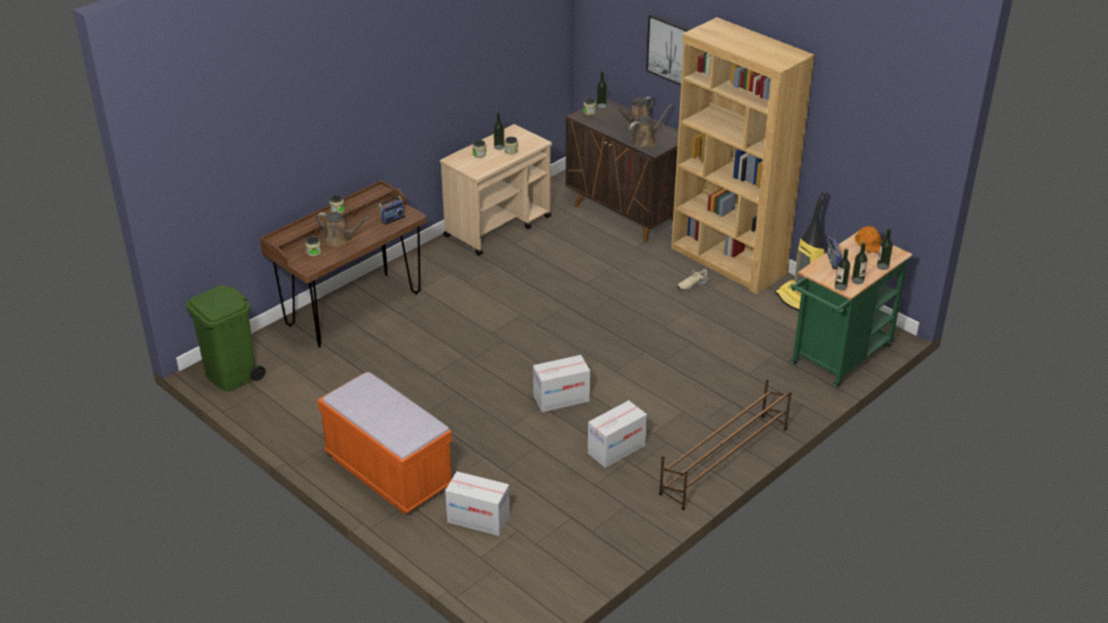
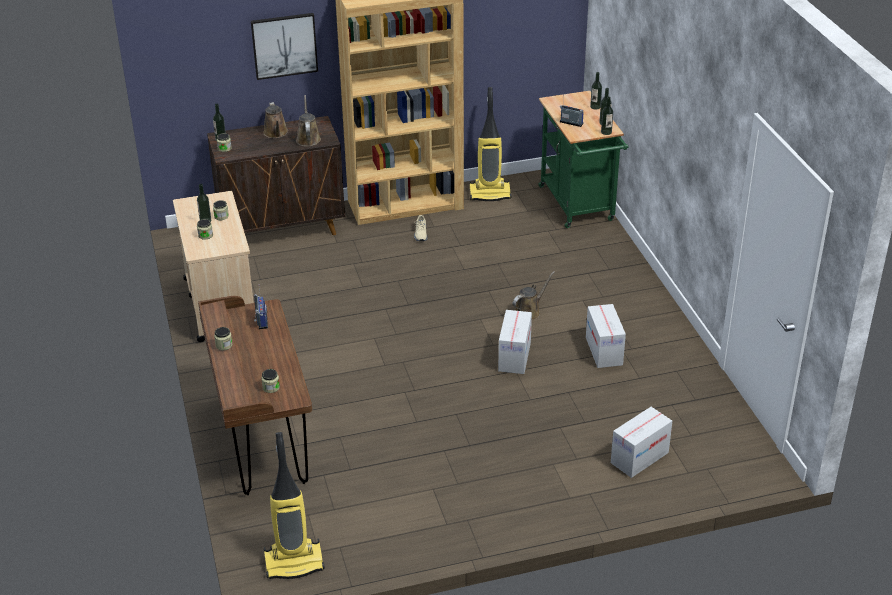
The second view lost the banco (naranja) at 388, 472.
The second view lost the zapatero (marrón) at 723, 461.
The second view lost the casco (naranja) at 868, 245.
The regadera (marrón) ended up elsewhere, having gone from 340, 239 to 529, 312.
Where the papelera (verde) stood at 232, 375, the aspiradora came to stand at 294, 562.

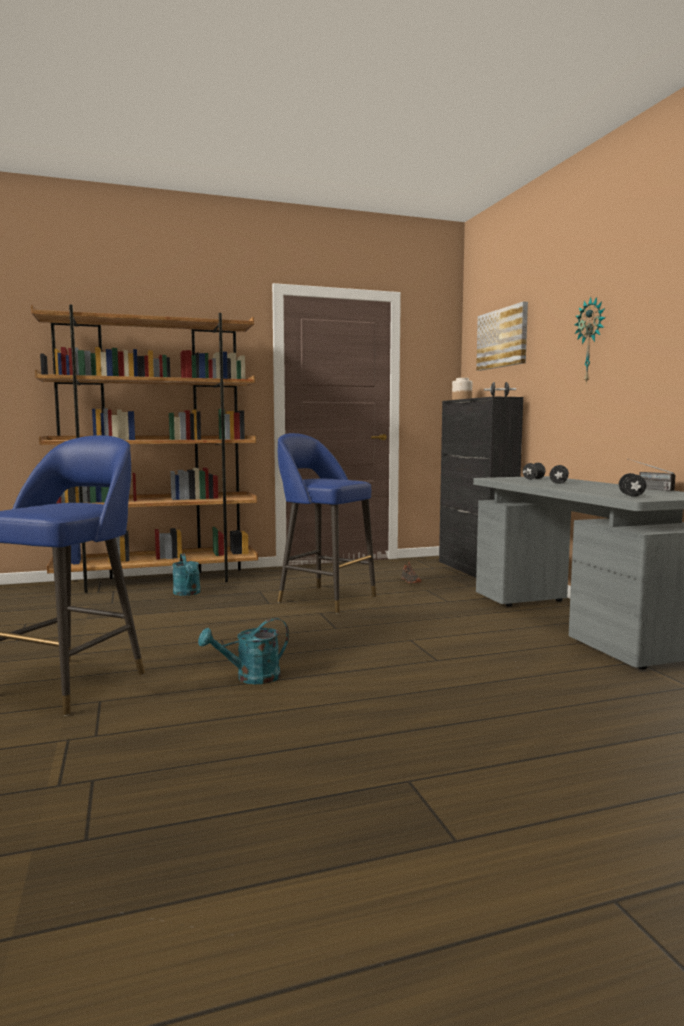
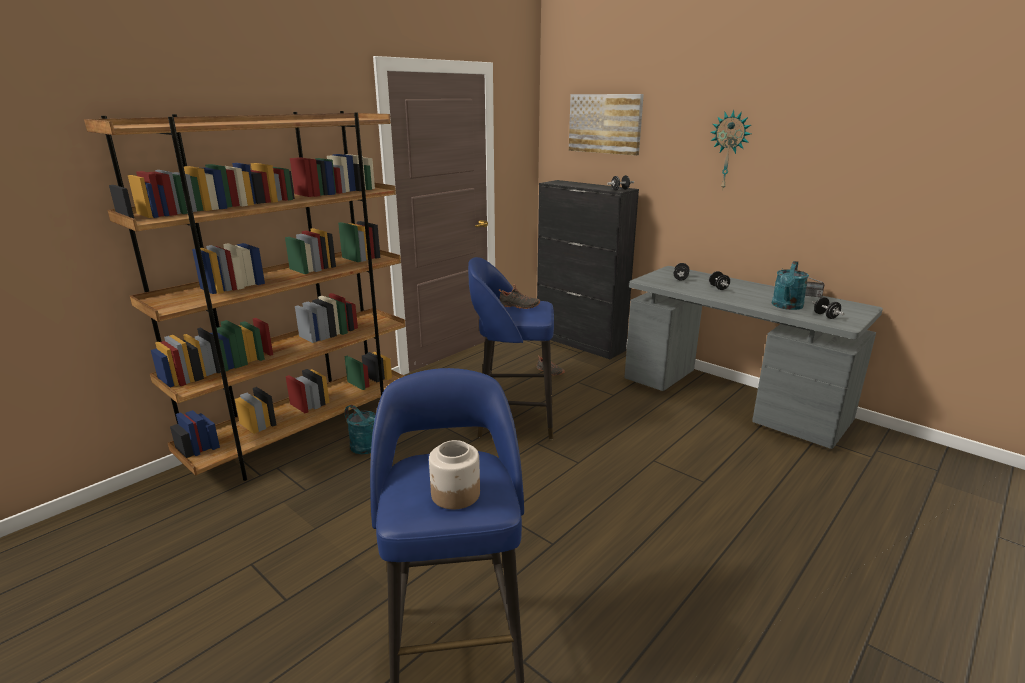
The second view gained the zapato (negro) at 518, 306.
The regadera (turquesa) ended up elsewhere, having gone from 250, 678 to 786, 306.
The tarro ended up elsewhere, having gone from 461, 400 to 455, 494.

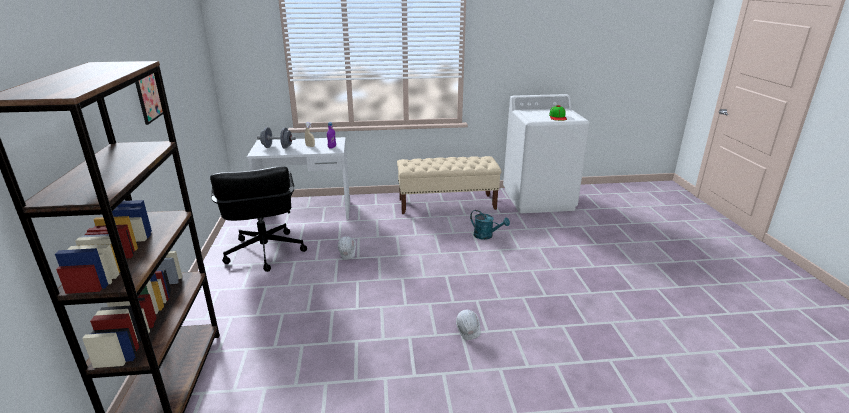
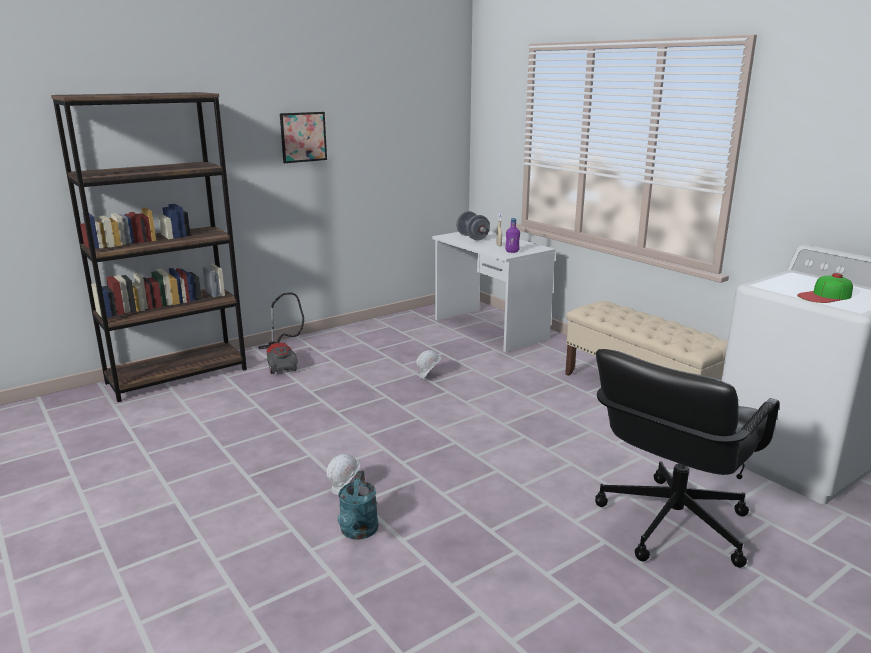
The second view gained the aspiradora at 282, 362.
The silla de oficina (negro) ended up elsewhere, having gone from 264, 252 to 671, 523.
The regadera (turquesa) ended up elsewhere, having gone from 486, 236 to 358, 532.

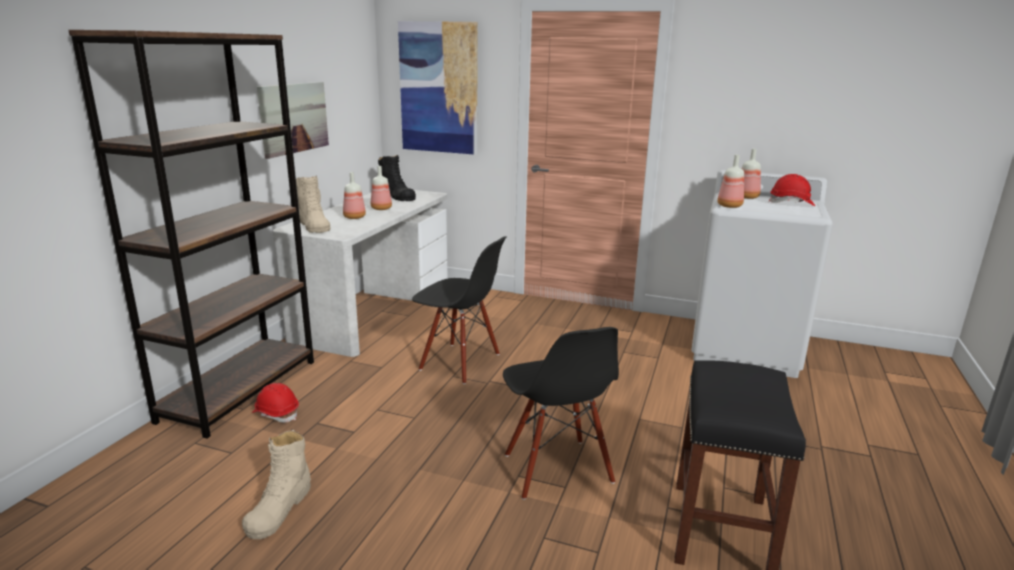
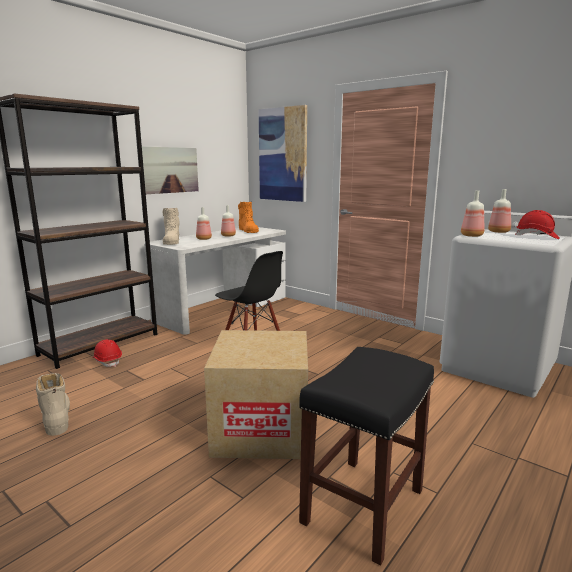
Where the silla (negro) stood at 556, 469, the caja de cartón came to stand at 261, 429.
What was the bota (negro) at 397, 197 turned into the bota (naranja) at 248, 230.
The bota (beis) at 279, 508 ended up facing another way, 120 degrees clockwise from before.

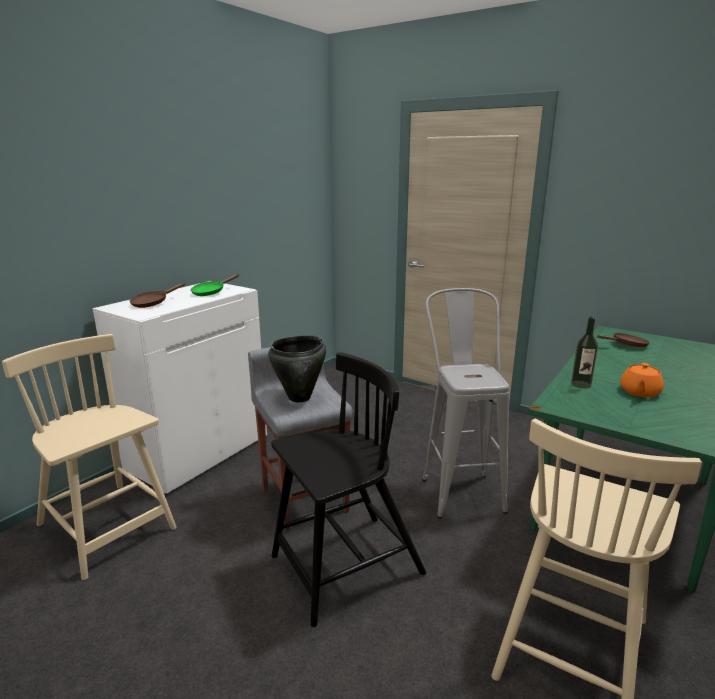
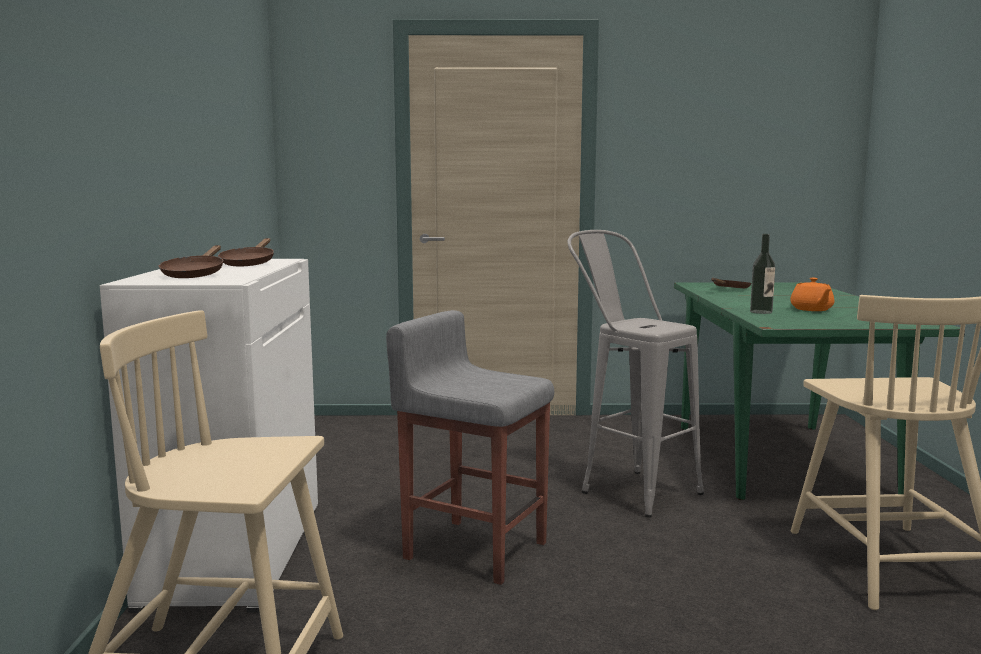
The second view lost the olla (negro) at 300, 398.
The second view lost the silla (negro) at 344, 566.
What was the sartén (verde) at 211, 292 turned into the sartén (marrón) at 249, 263.

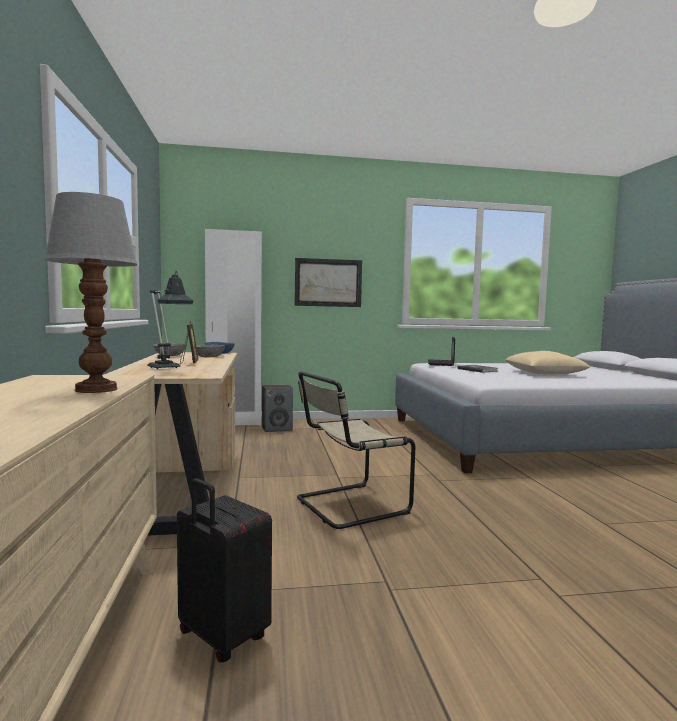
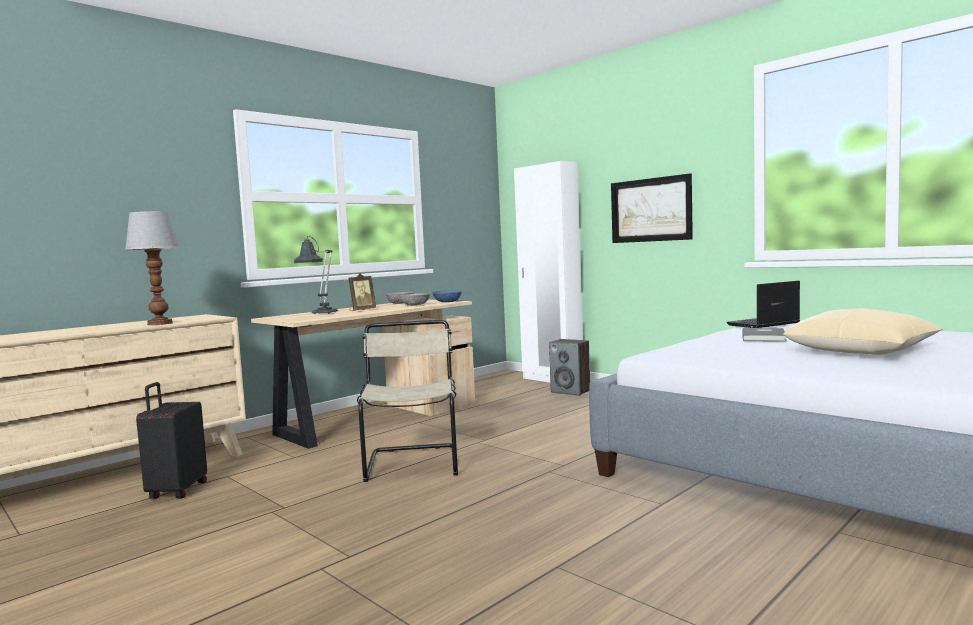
The silla (beis) at 348, 506 ended up facing another way, 60 degrees clockwise from before.

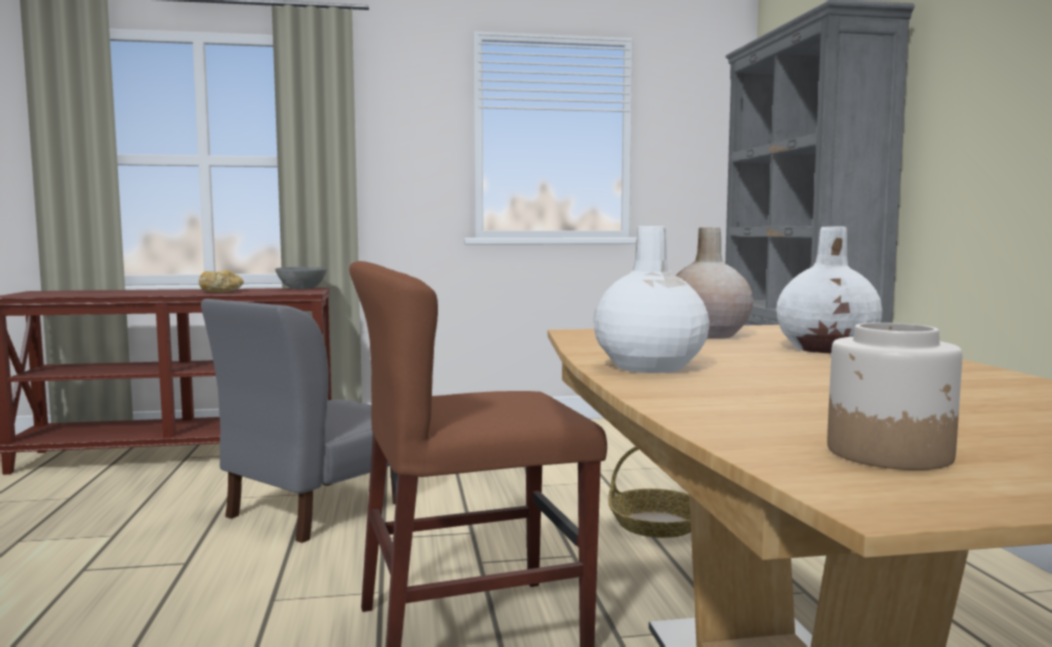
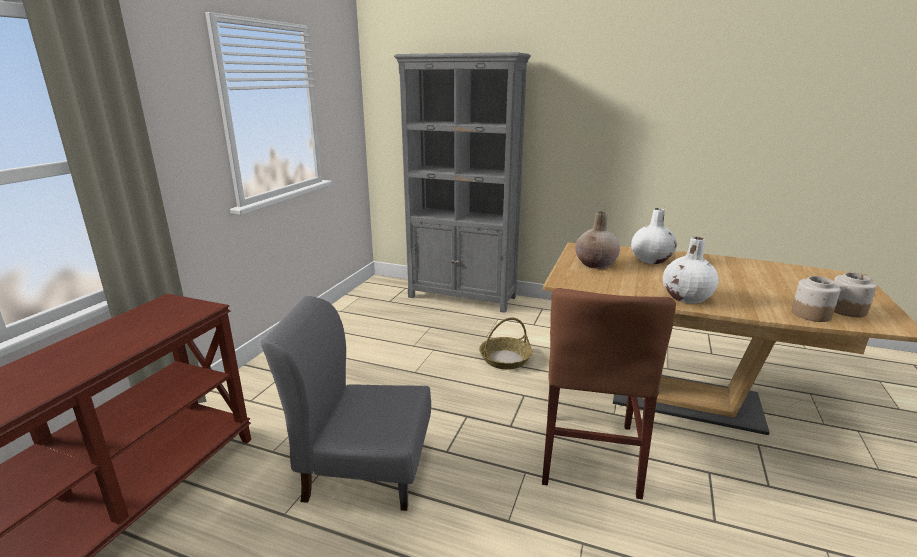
The second view lost the pan at 221, 292.
The second view lost the cuenco (gris) at 301, 288.
The second view gained the tarro at 810, 314.
The silla (gris) at 314, 510 ended up facing another way, 120 degrees clockwise from before.

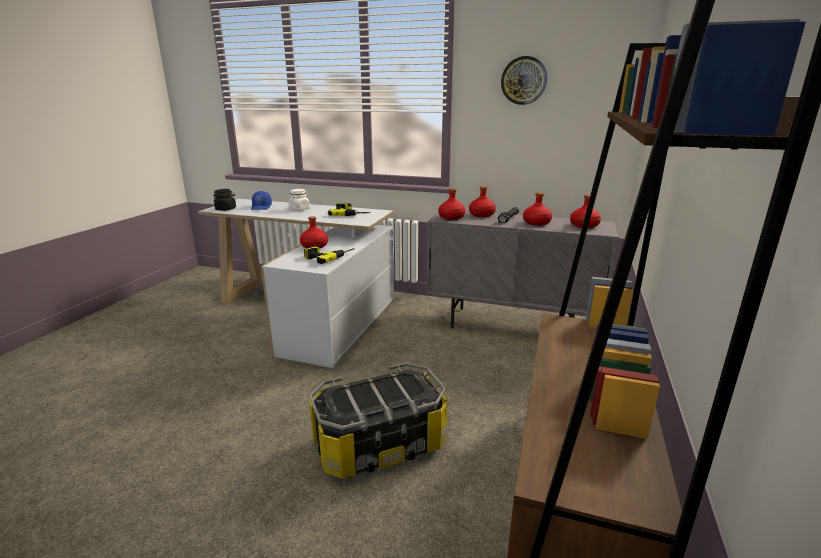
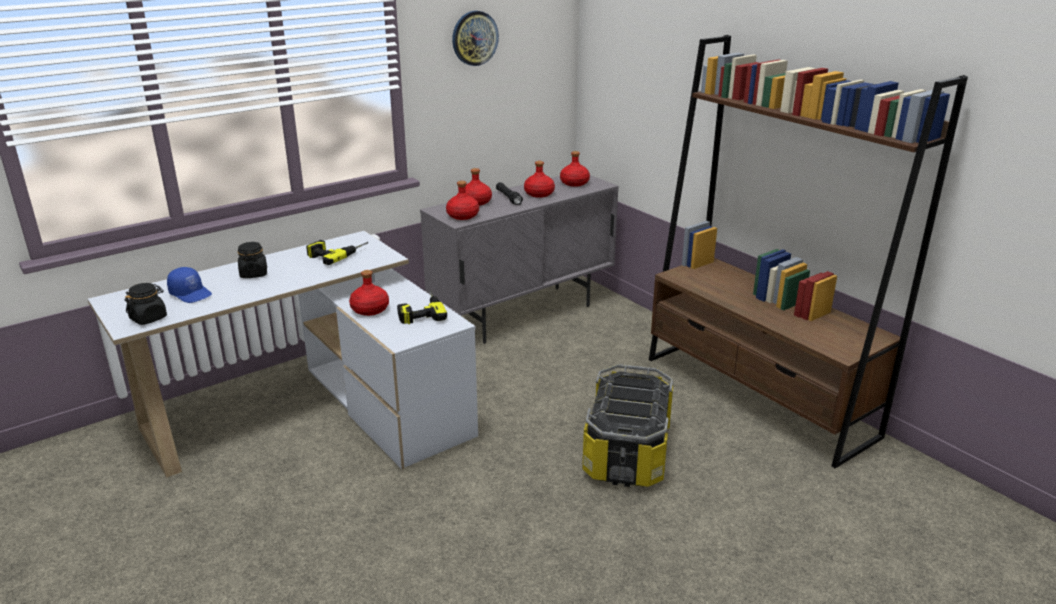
What was the tarro (blanco) at 299, 209 turned into the tarro (negro) at 253, 274.

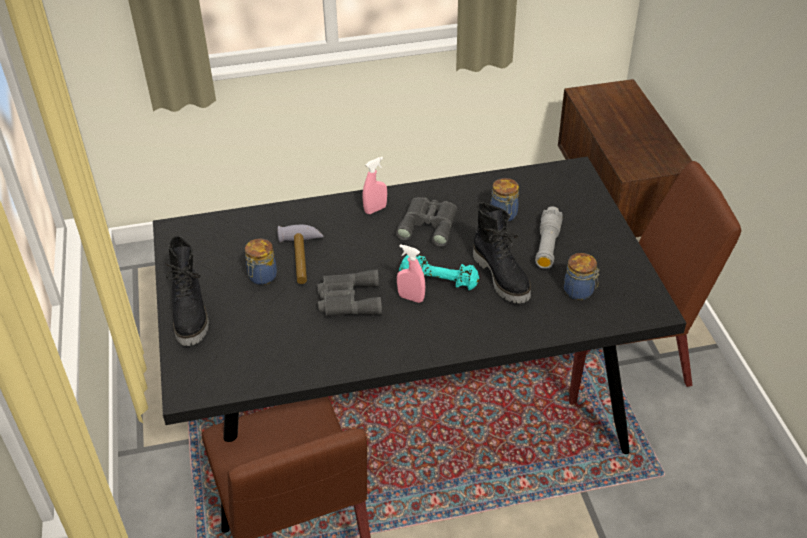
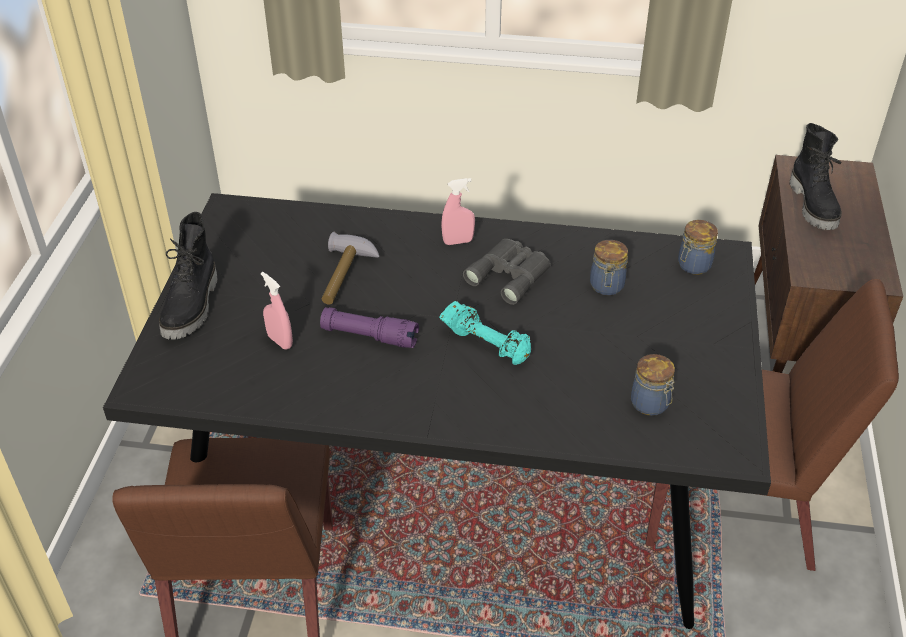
The second view lost the linterna (gris) at 547, 245.
The tarro ended up elsewhere, having gone from 262, 277 to 693, 266.
The pulverizador (rosa) ended up elsewhere, having gone from 411, 298 to 280, 341.
The bota (negro) ended up elsewhere, having gone from 502, 277 to 814, 205.
Where the prismáticos (gris) stood at 347, 299, the linterna (morado) came to stand at 369, 336.

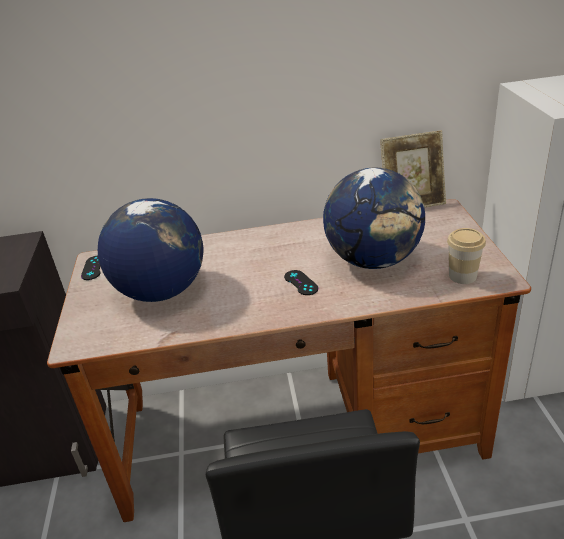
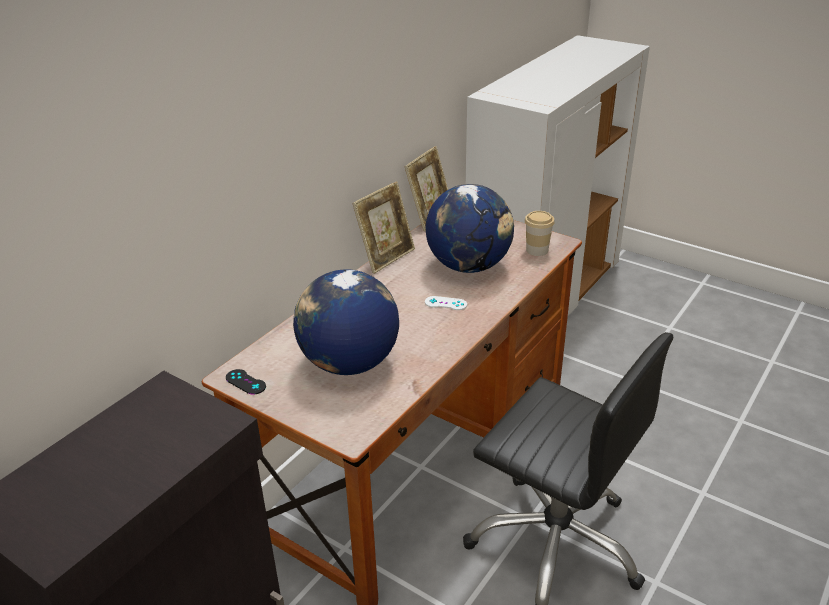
The second view gained the portarretratos at 386, 257.
What was the mando de consola (negro) at 301, 283 turned into the mando de consola (blanco) at 445, 303.

